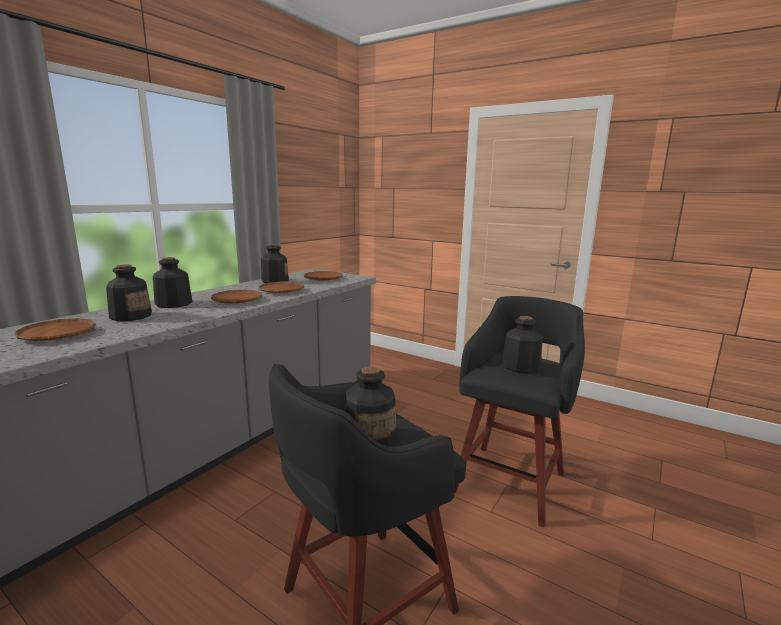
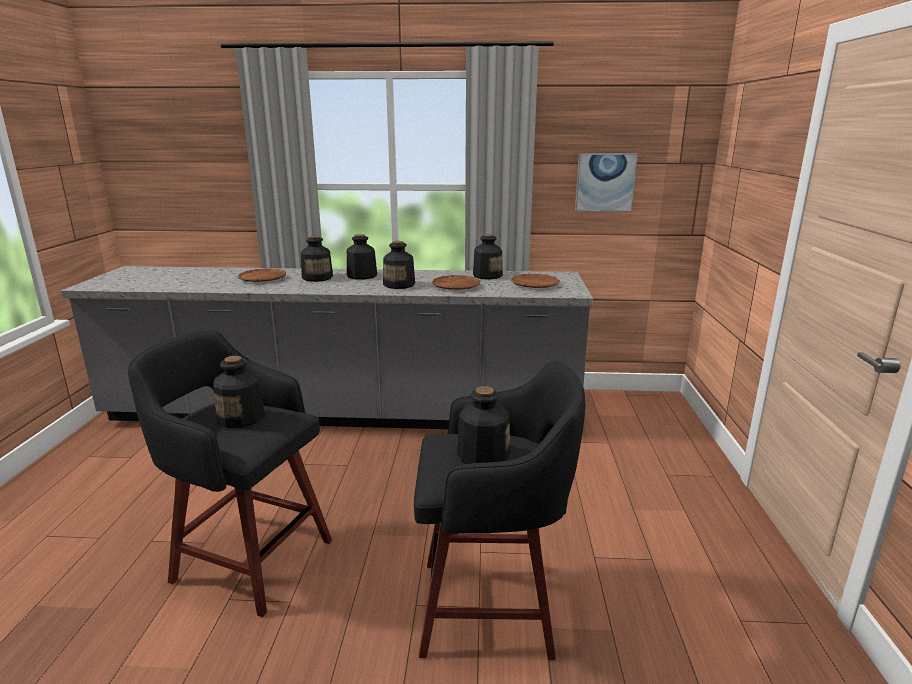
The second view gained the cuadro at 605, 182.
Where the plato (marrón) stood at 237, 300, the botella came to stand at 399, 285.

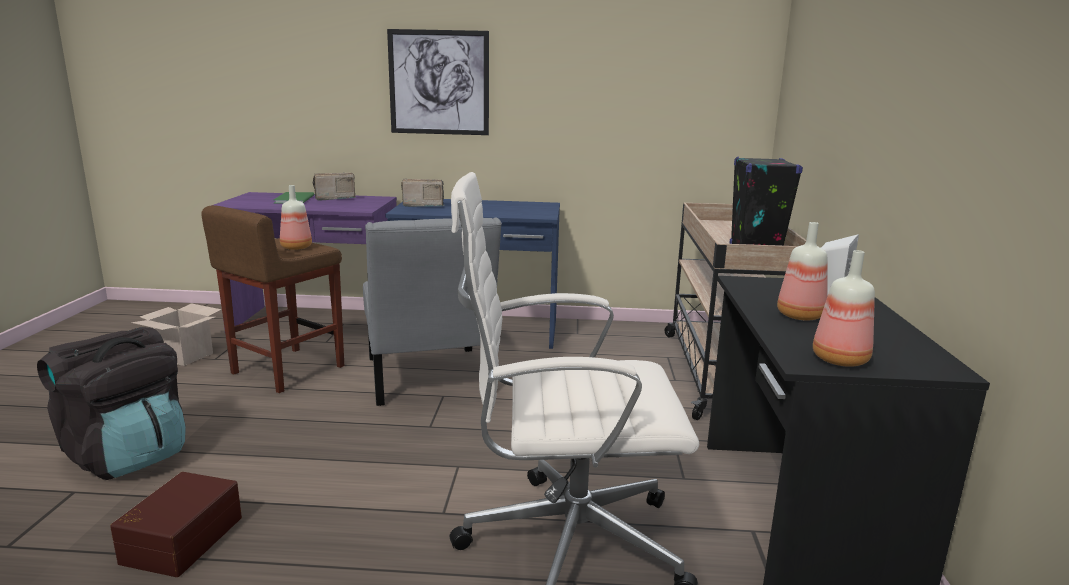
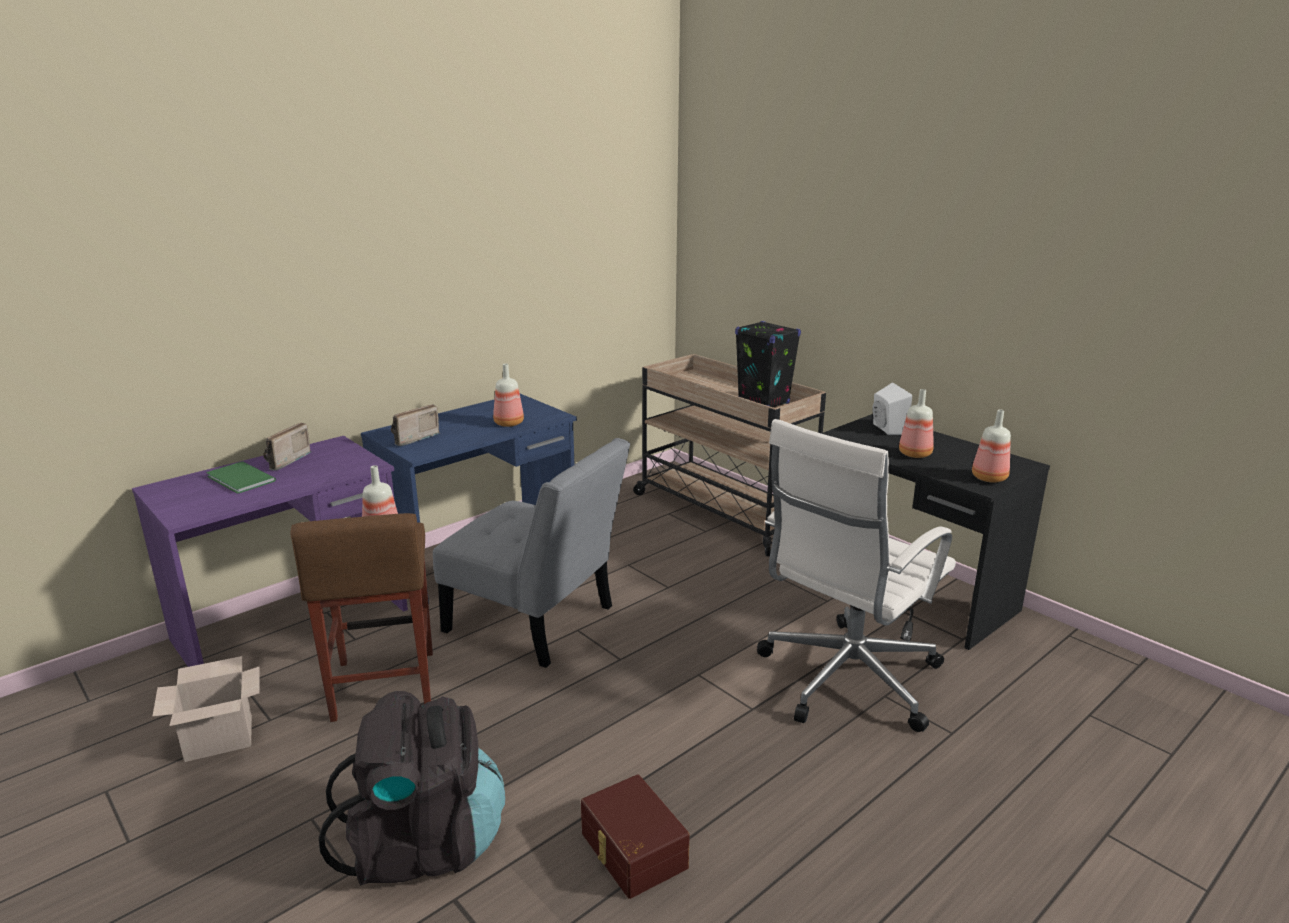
The second view lost the cuadro at 439, 83.
The second view gained the botella at 508, 423.

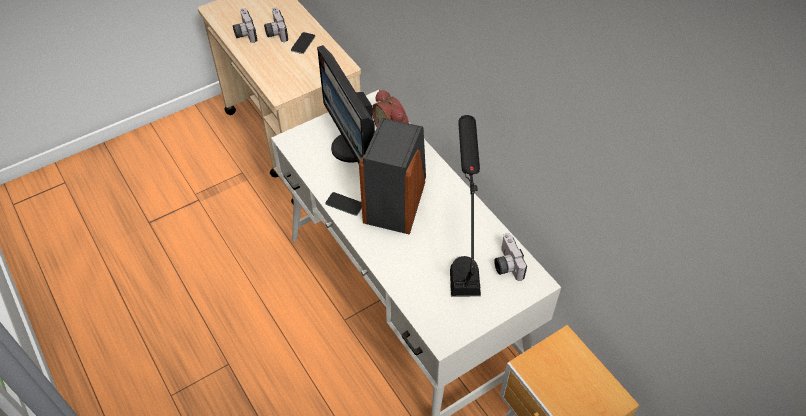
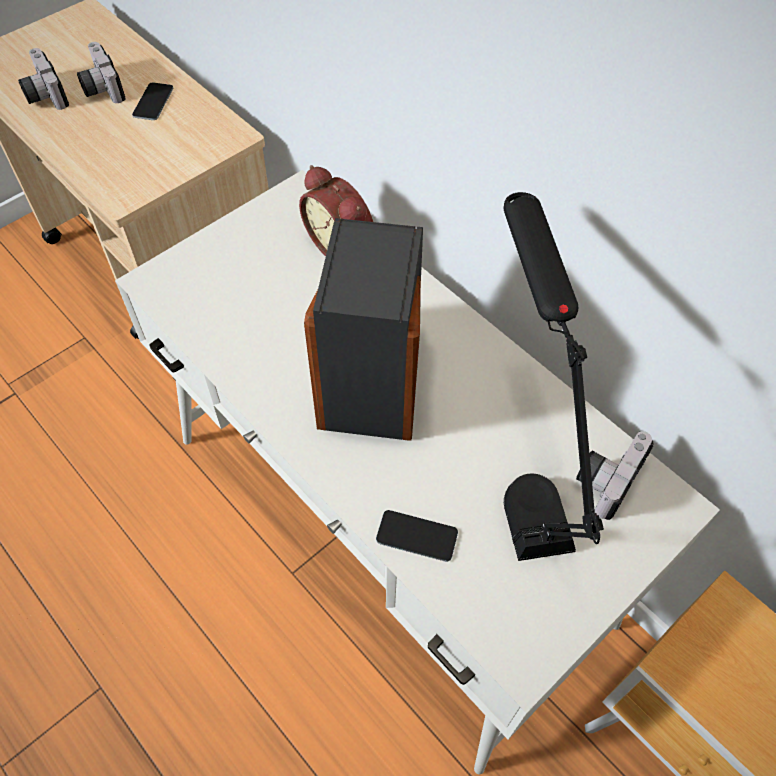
The second view lost the monitor at 353, 147.
The móvil ended up elsewhere, having gone from 344, 204 to 417, 536.
The cámara at 505, 264 ended up facing another way, 60 degrees clockwise from before.

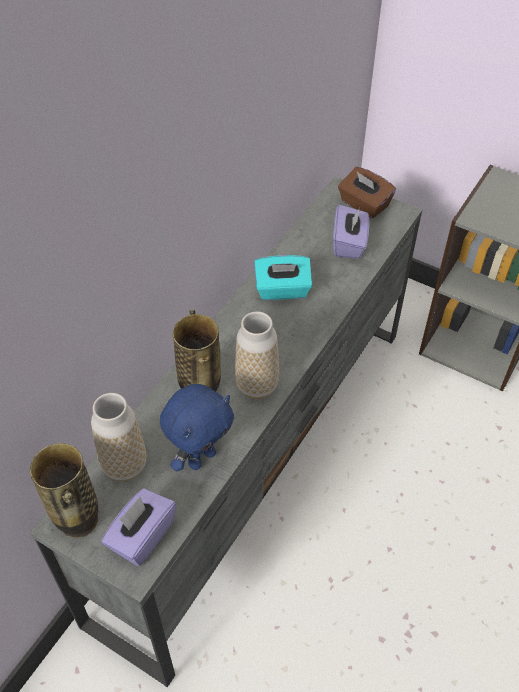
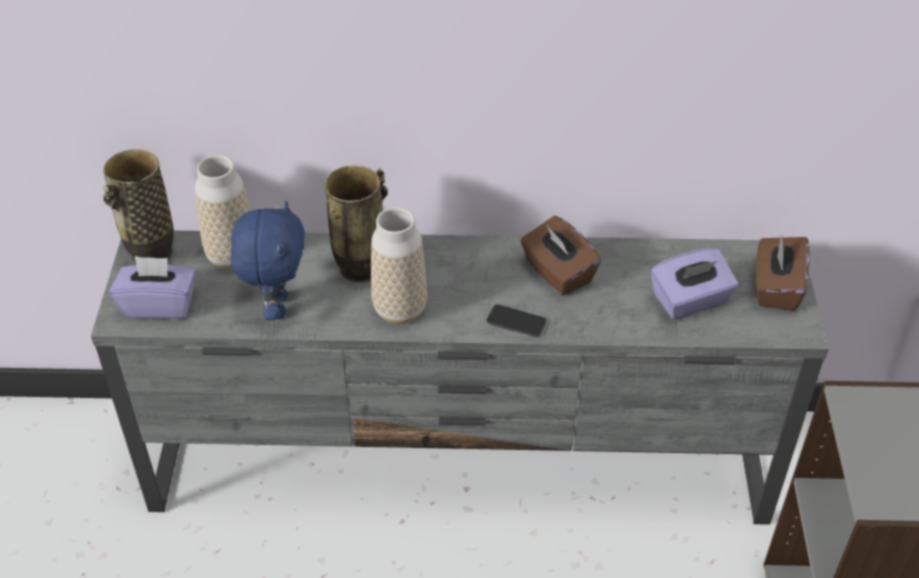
The second view gained the móvil at 516, 321.
What was the caja de pañuelos (turquesa) at 282, 290 turned into the caja de pañuelos (marrón) at 557, 273.
The peluche (azul) at 201, 458 ended up facing another way, 105 degrees counterclockwise from before.

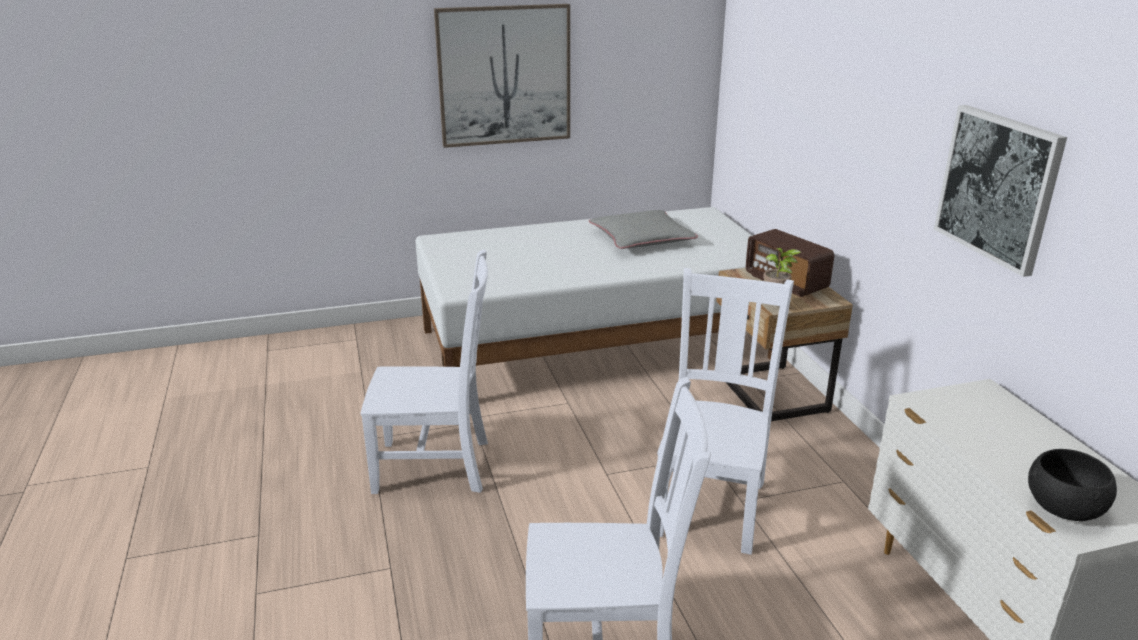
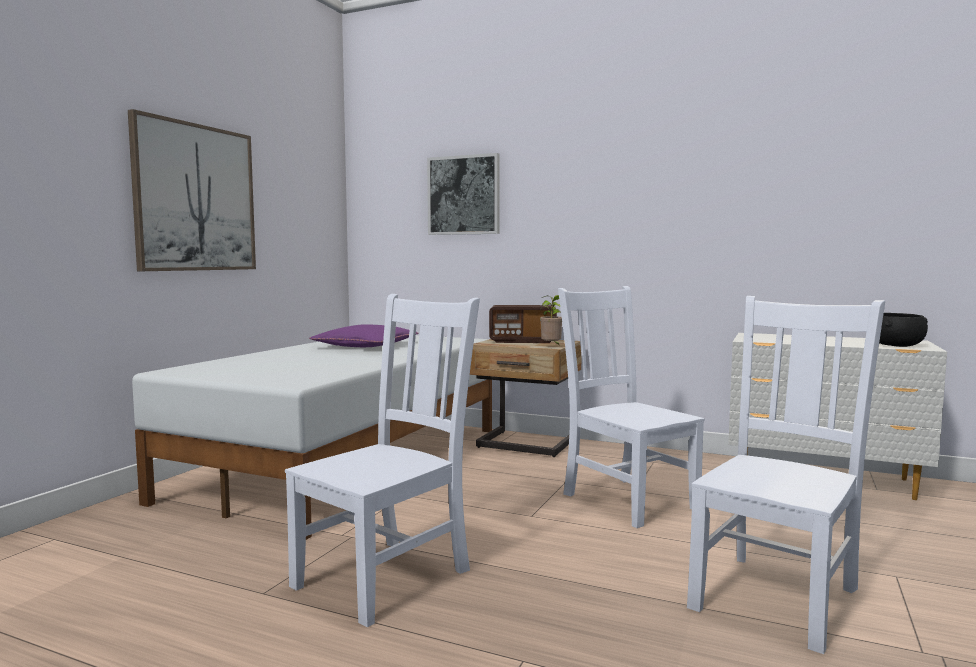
The cuadro ended up elsewhere, having gone from 998, 187 to 464, 195.
What was the cojín (gris) at 641, 238 turned into the cojín (morado) at 366, 346.

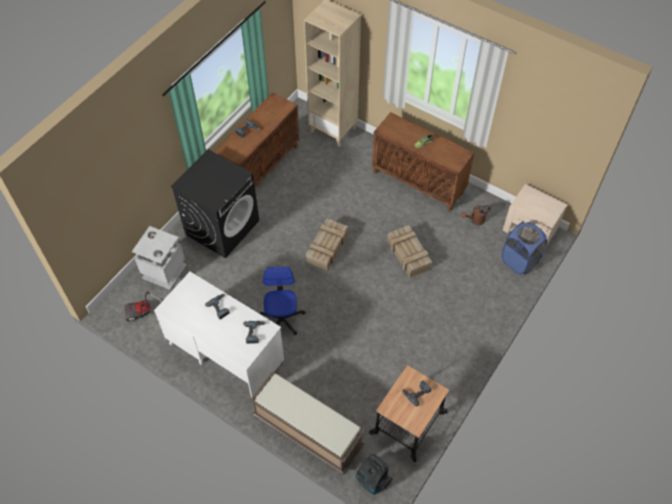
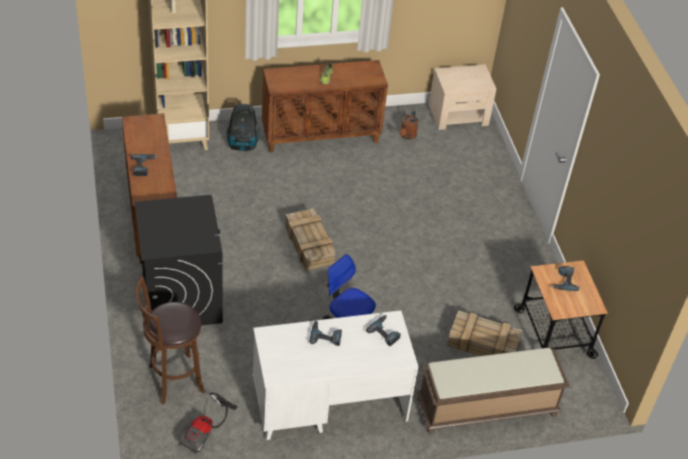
The second view lost the cesto de la ropa (azul) at 519, 261.
The aspiradora ended up elsewhere, having gone from 372, 480 to 242, 145.
The caja de embalaje ended up elsewhere, having gone from 409, 255 to 484, 343.
Where the papelera (gris) stood at 164, 271, the taburete (marrón) came to stand at 173, 380.

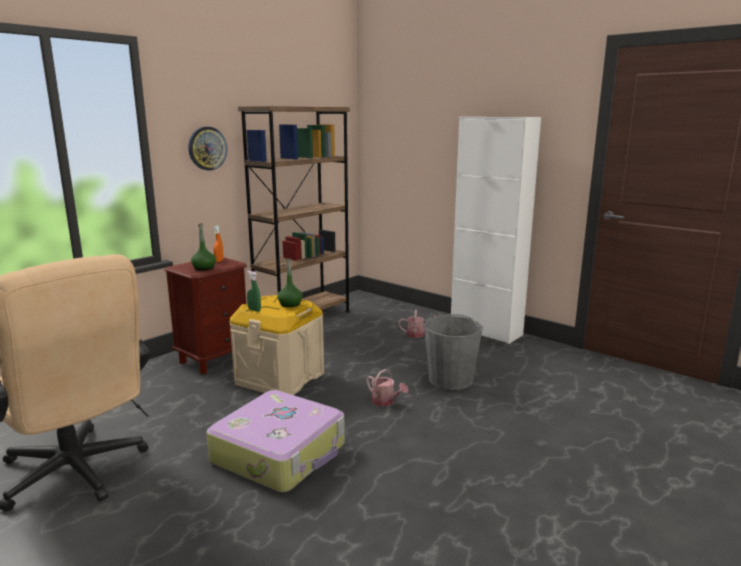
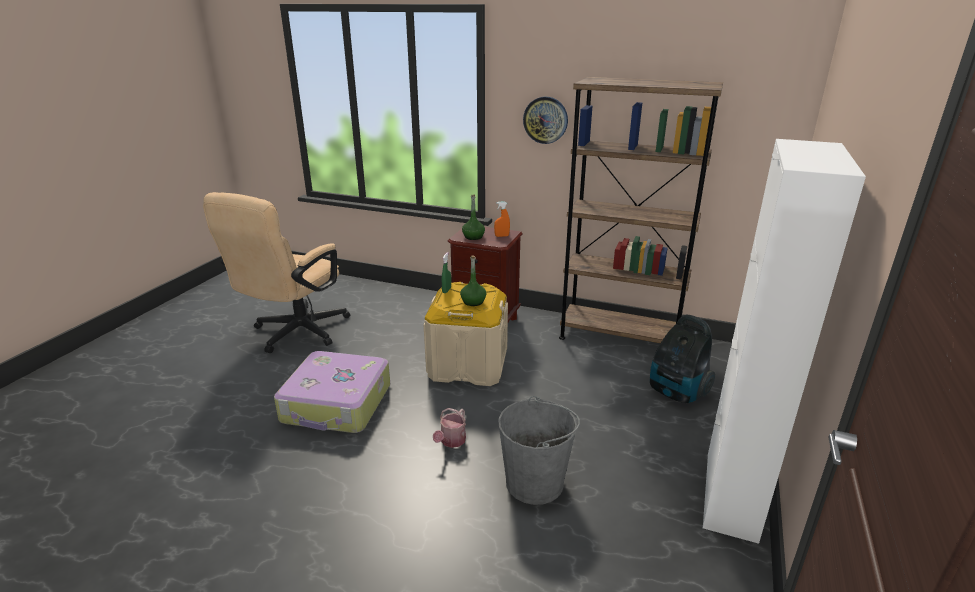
The second view lost the regadera at 418, 334.
The second view gained the aspiradora at 676, 392.

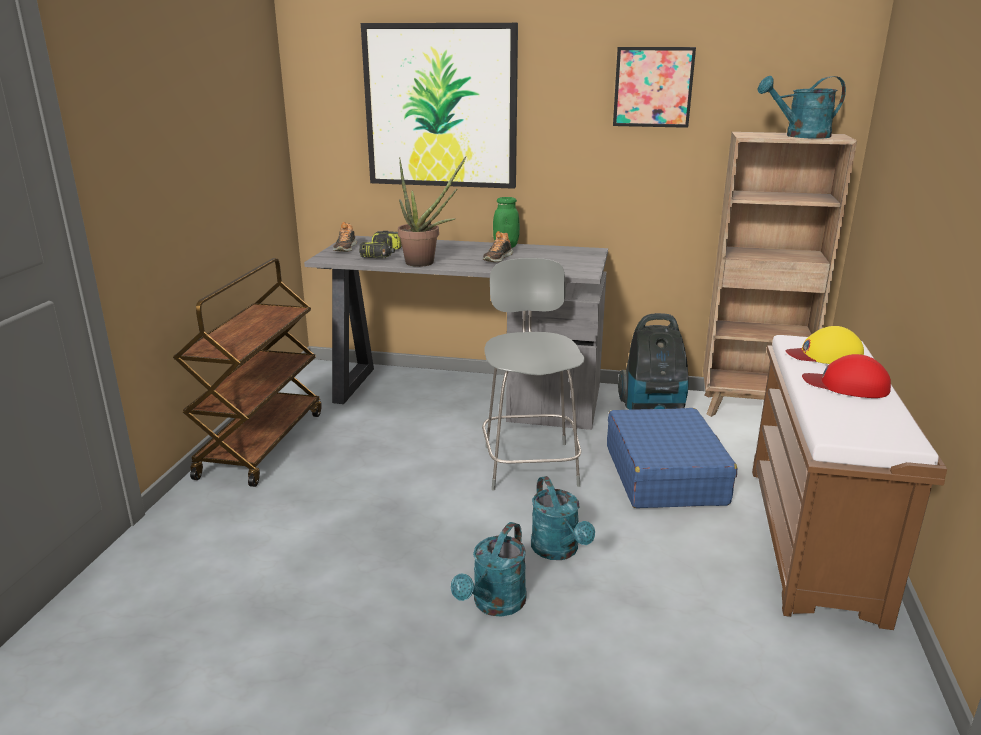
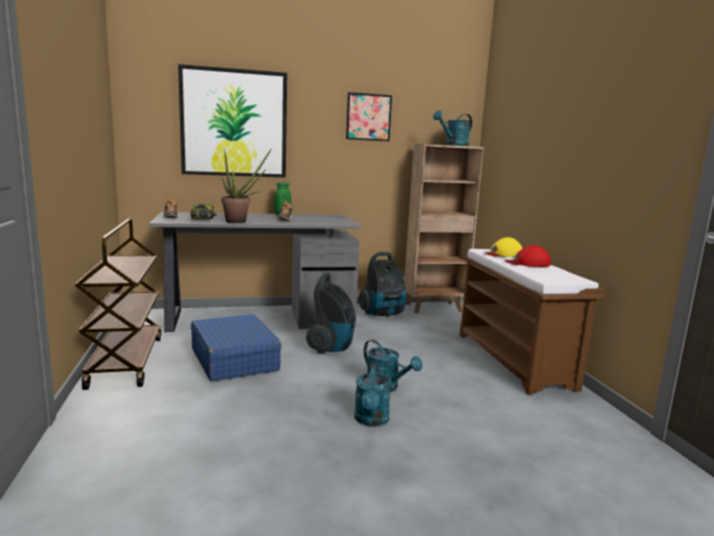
The maleta (azul) ended up elsewhere, having gone from 665, 474 to 234, 359.
Where the taburete (gris) stood at 530, 463, the aspiradora came to stand at 332, 347.

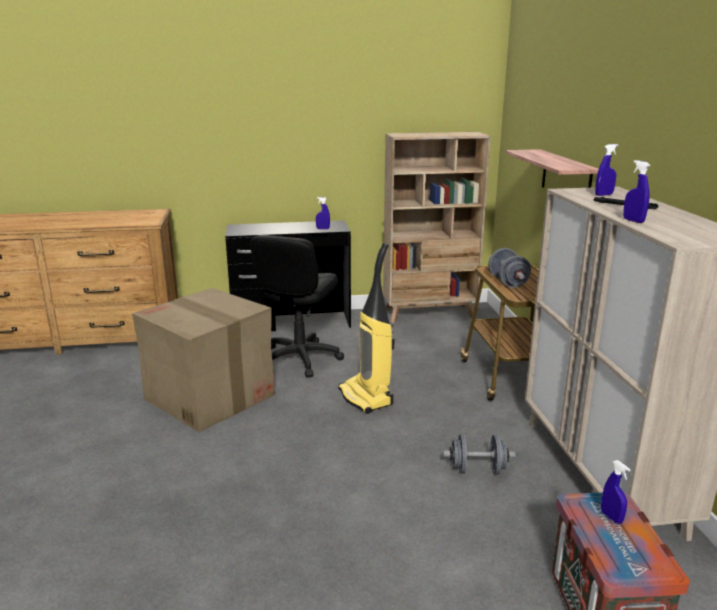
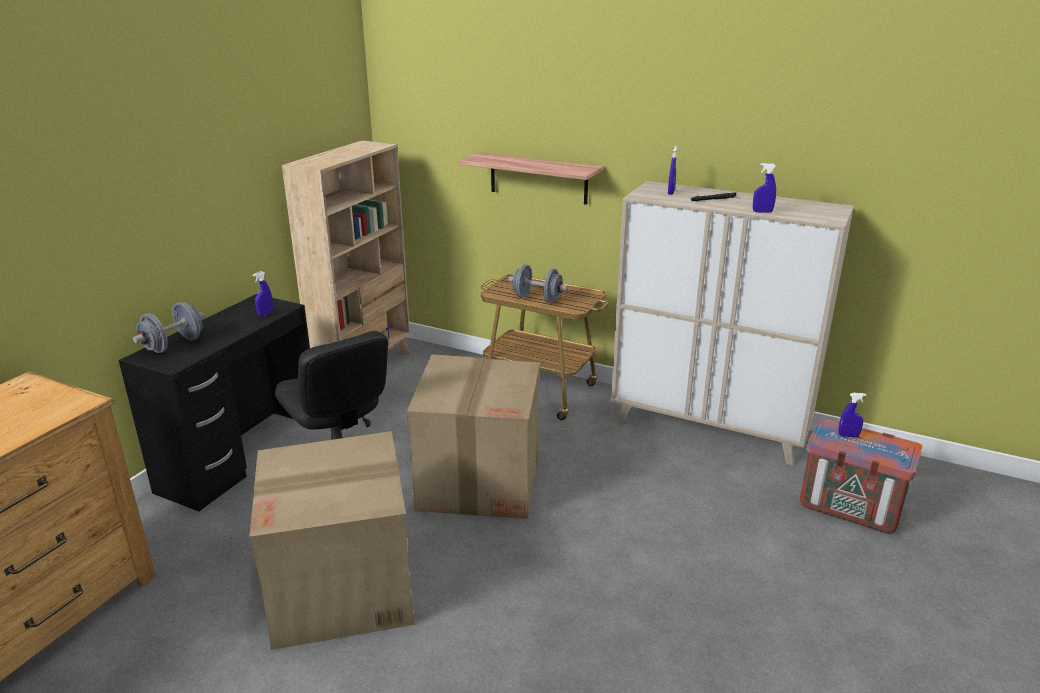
The mancuerna (gris) ended up elsewhere, having gone from 477, 470 to 174, 345.
Where the aspiradora stood at 366, 397, the caja de cartón came to stand at 480, 480.

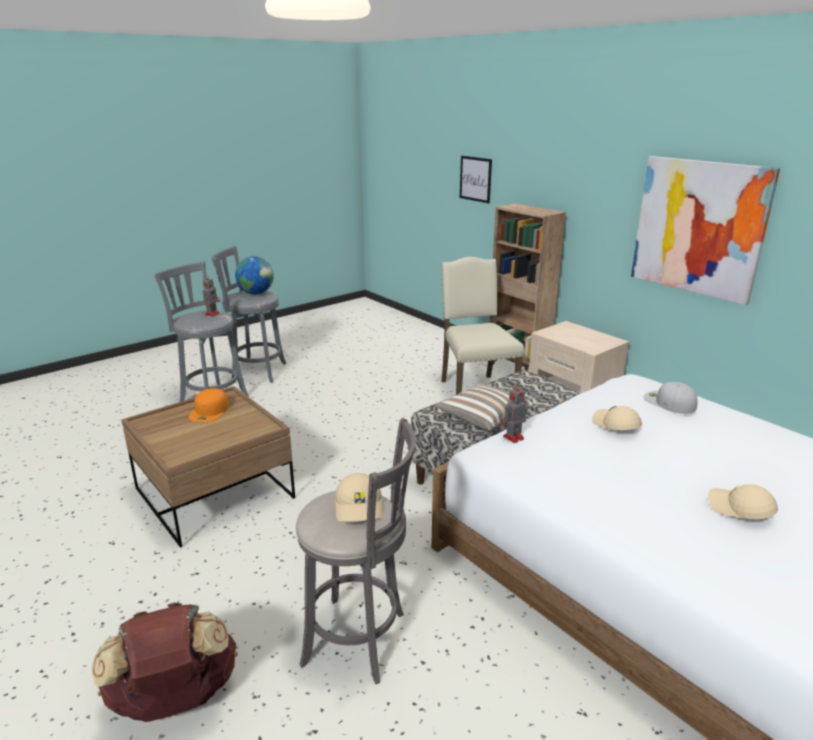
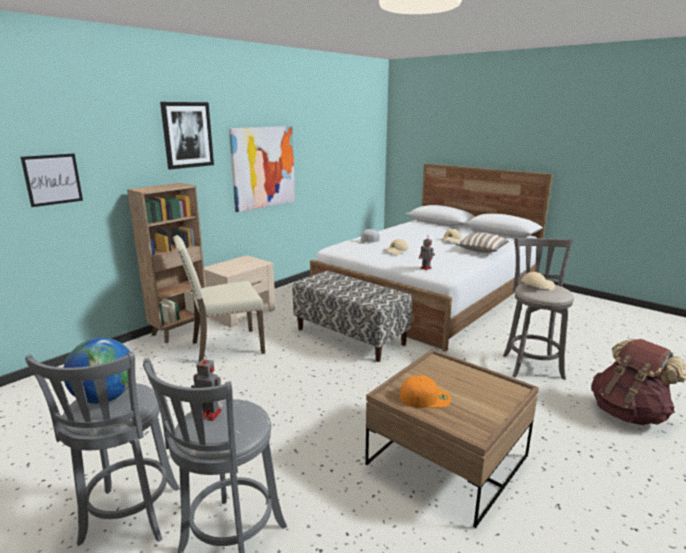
The second view gained the cuadro at 187, 135.
The cojín ended up elsewhere, having gone from 482, 418 to 481, 251.

